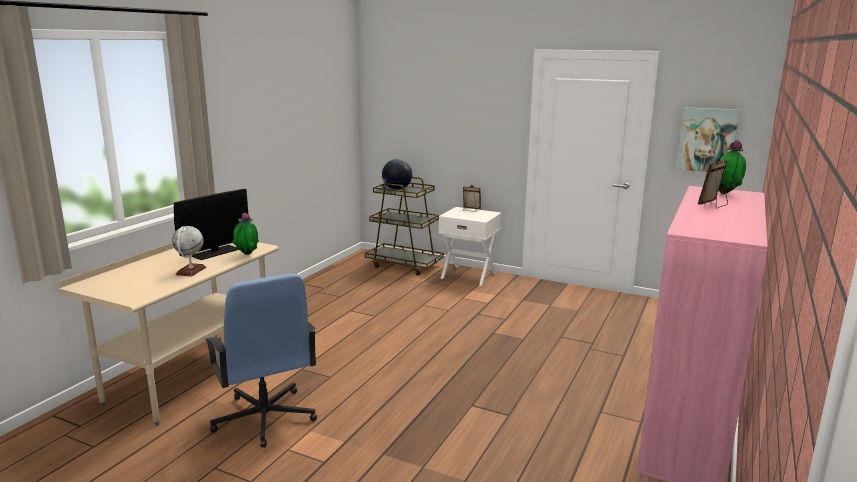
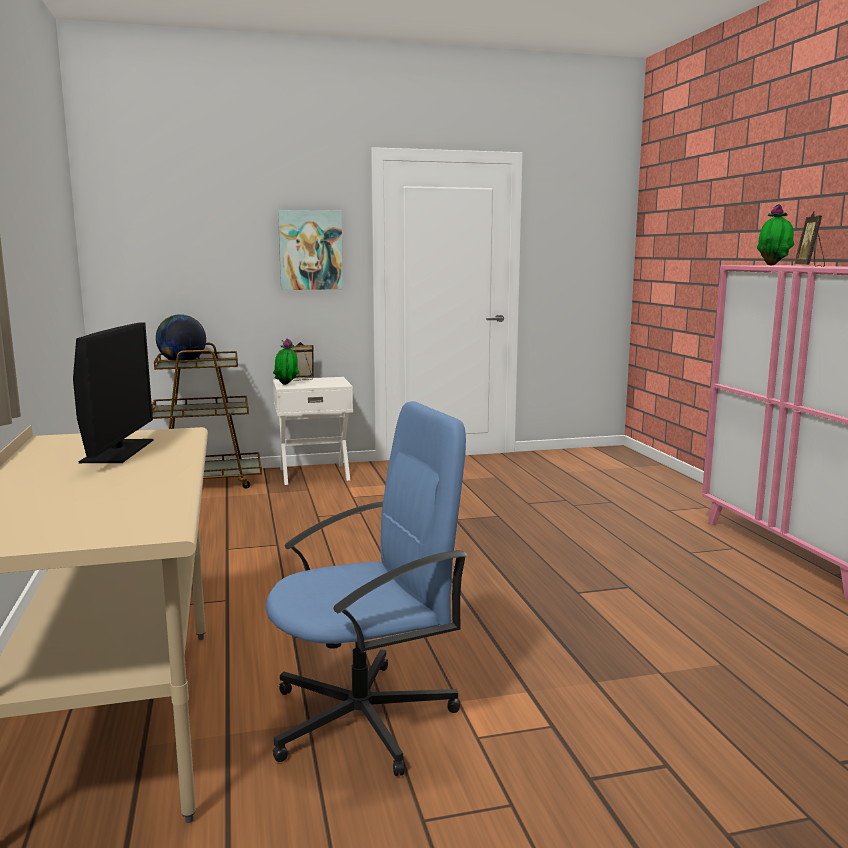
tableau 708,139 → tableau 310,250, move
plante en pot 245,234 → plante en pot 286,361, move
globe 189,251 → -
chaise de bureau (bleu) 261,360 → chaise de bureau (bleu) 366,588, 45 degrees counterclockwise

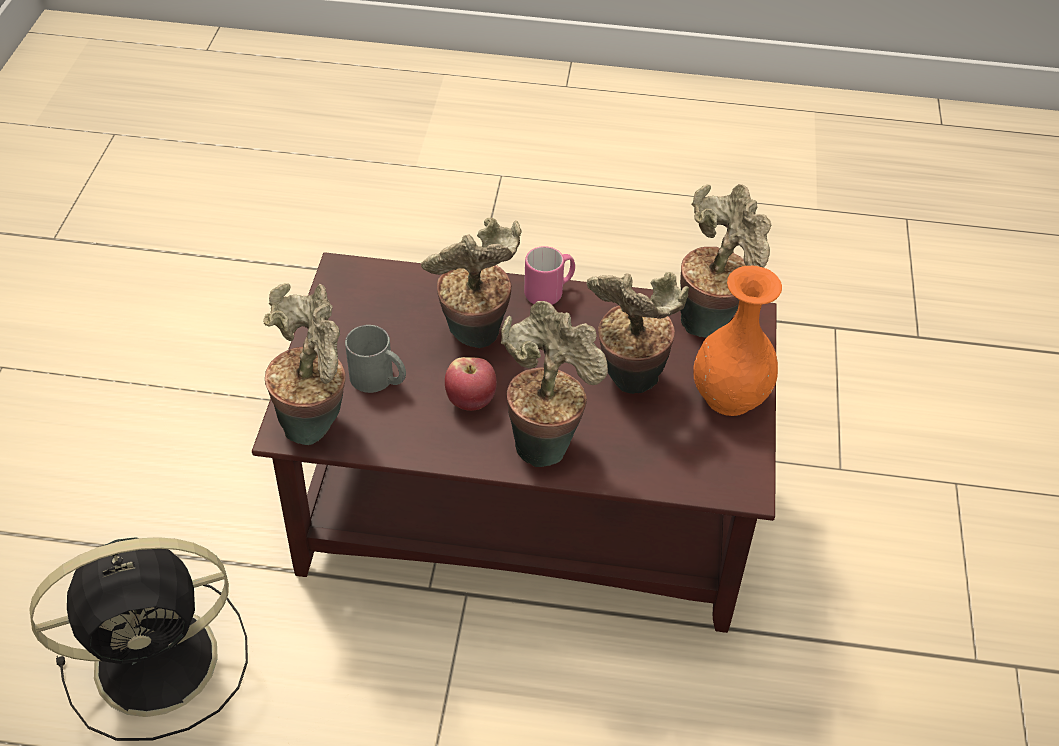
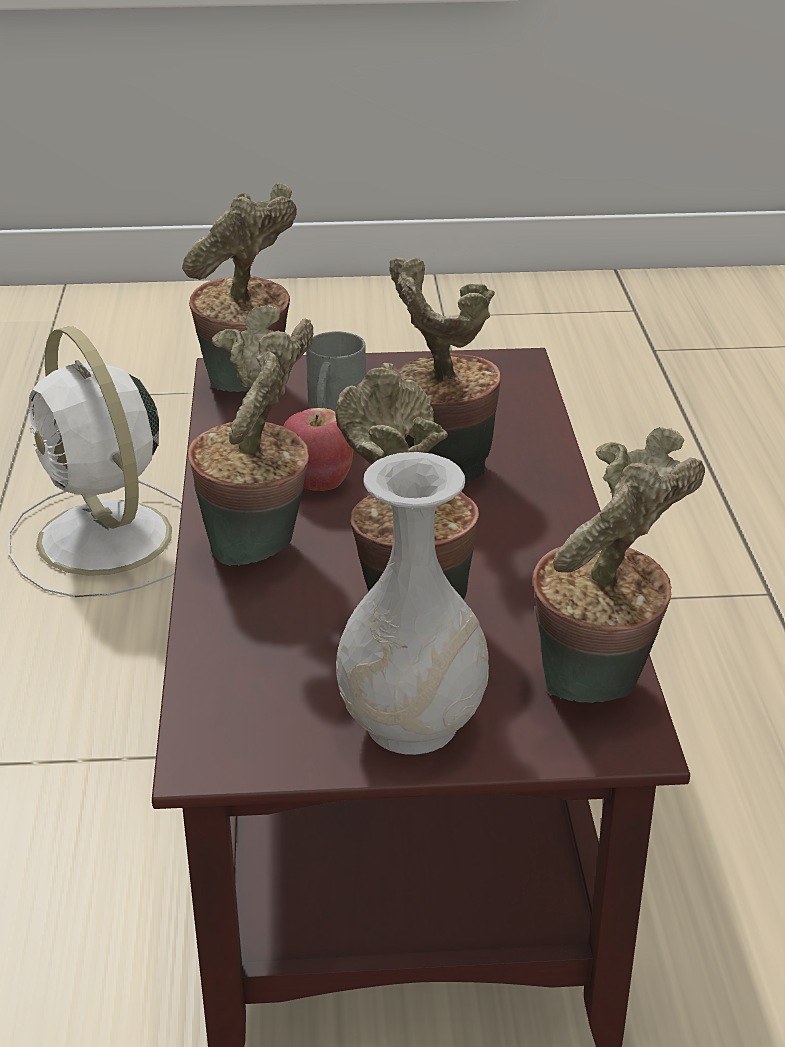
mug (rose) 549,275 → -
vase (orange) 737,341 → vase (blanc) 412,603
ventilateur (noir) 138,639 → ventilateur (blanc) 95,462

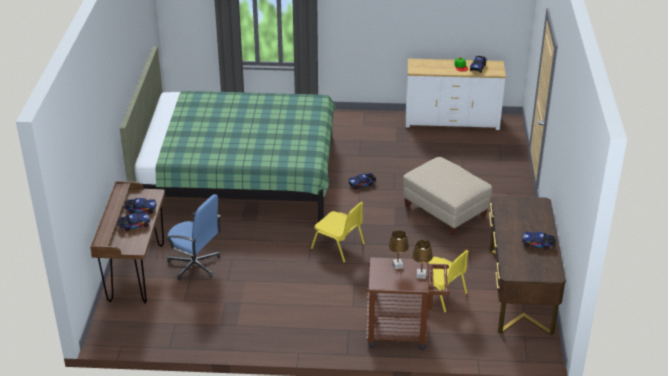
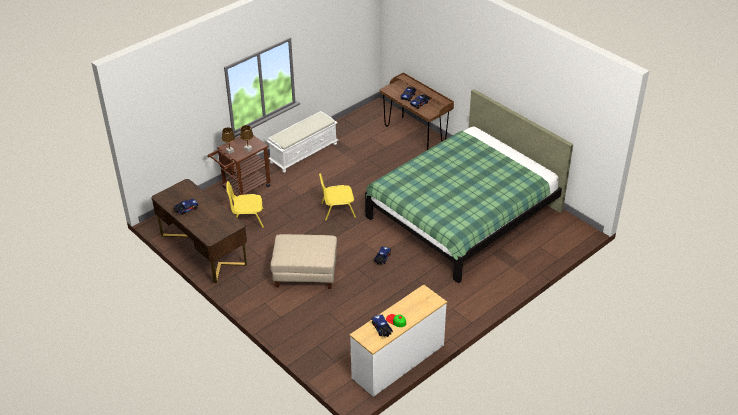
chaise de bureau (bleu) 193,237 → -
- → banc (blanc) 302,142

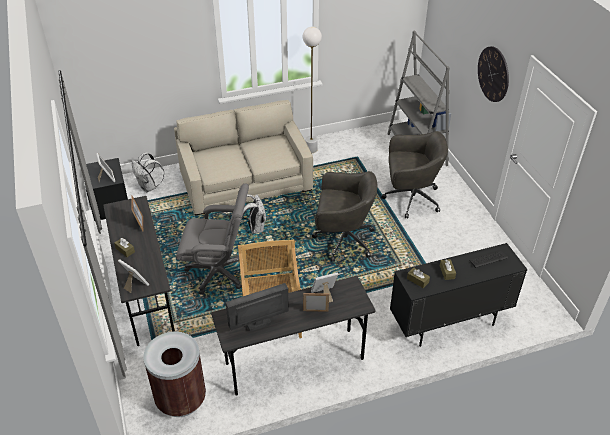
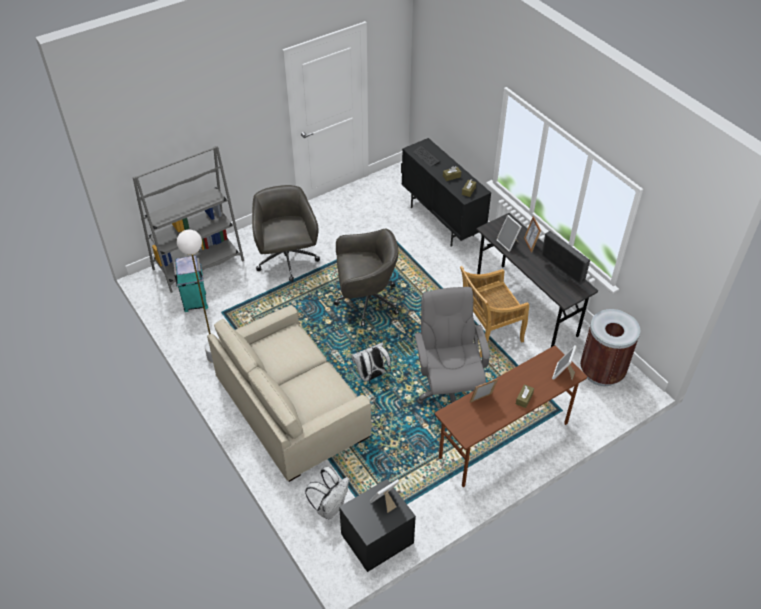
horloge murale 493,74 → -
chaise de bureau (gris) 344,216 → chaise de bureau (gris) 366,277, 90 degrees clockwise
bureau (gris) 139,271 → bureau (marron) 511,416
- → poubelle (turquoise) 190,284

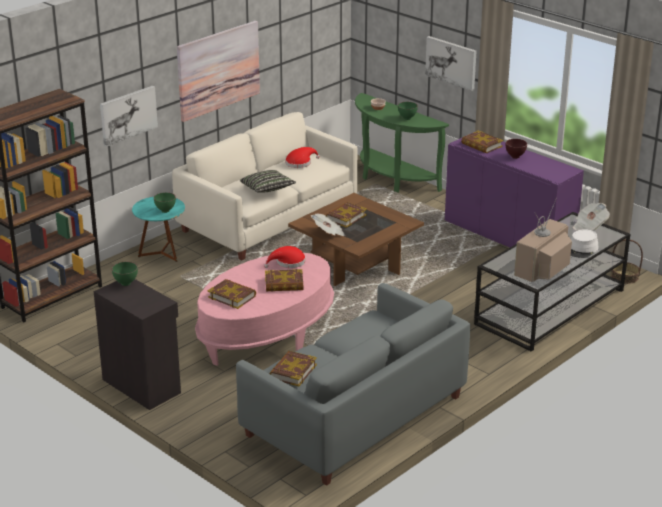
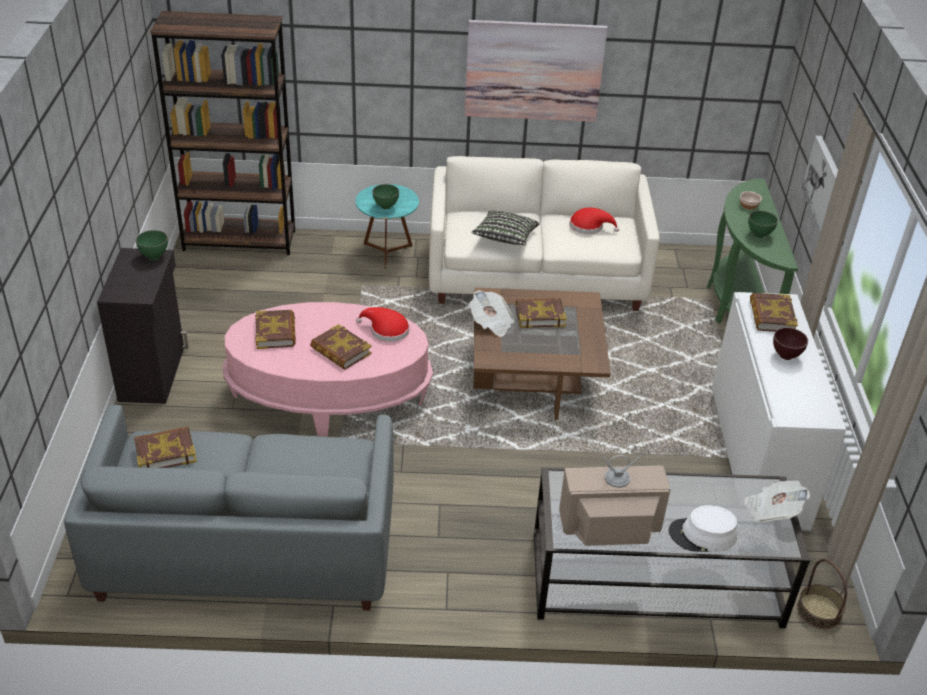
tableau 129,116 → -
meuble de rangement (violet) 514,189 → meuble de rangement (blanc) 779,411

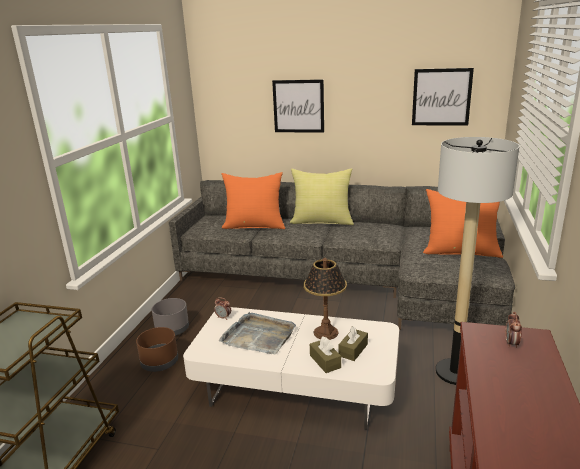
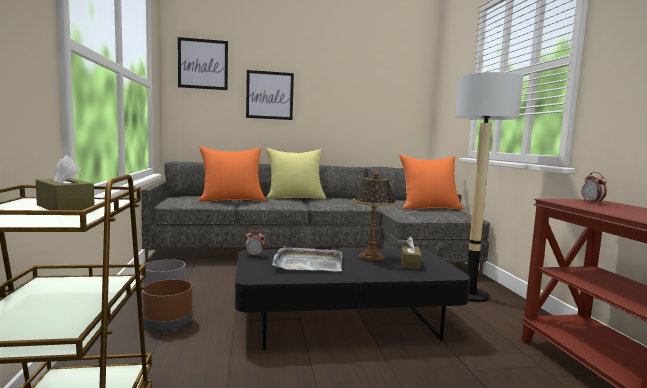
tableau 443,97 → tableau 203,63, move
table basse (blanc) 291,368 → table basse (noir) 352,299
boîte à mouchoirs (marron) 325,354 → boîte à mouchoirs (marron) 65,183, move

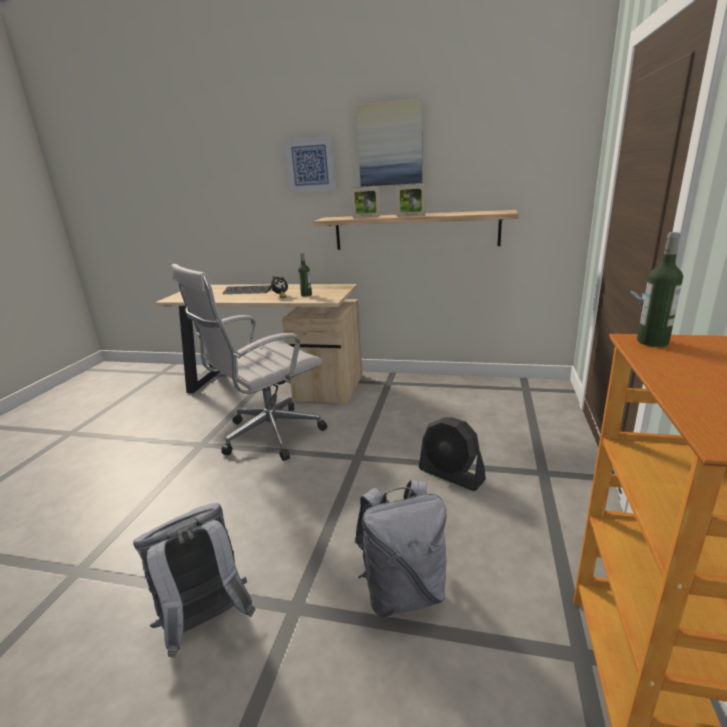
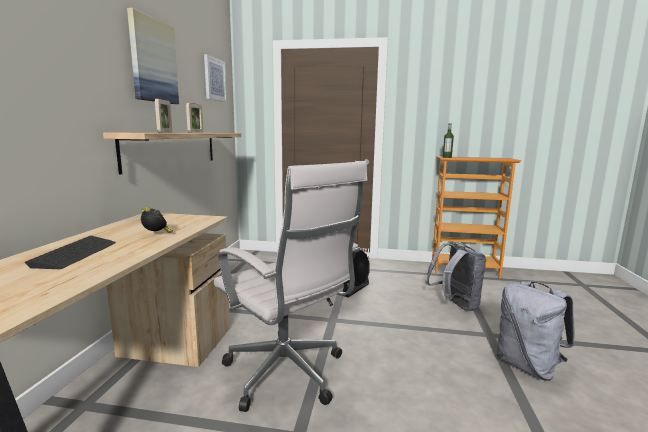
tableau 309,164 → tableau 215,78, move
bouteille 305,275 → -

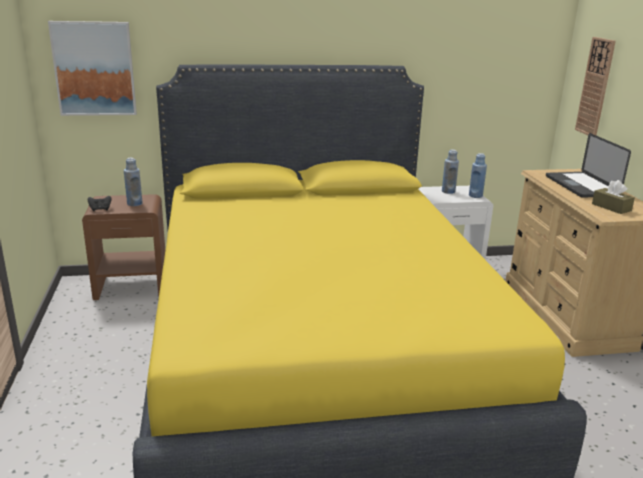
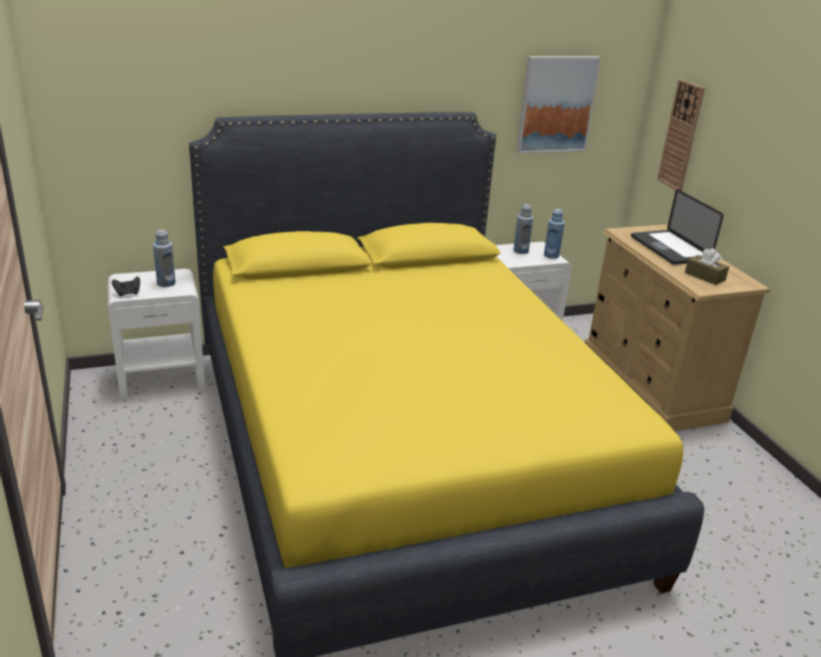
tableau 92,68 → tableau 558,105, move
table de chevet (marron) 123,247 → table de chevet (blanc) 156,334

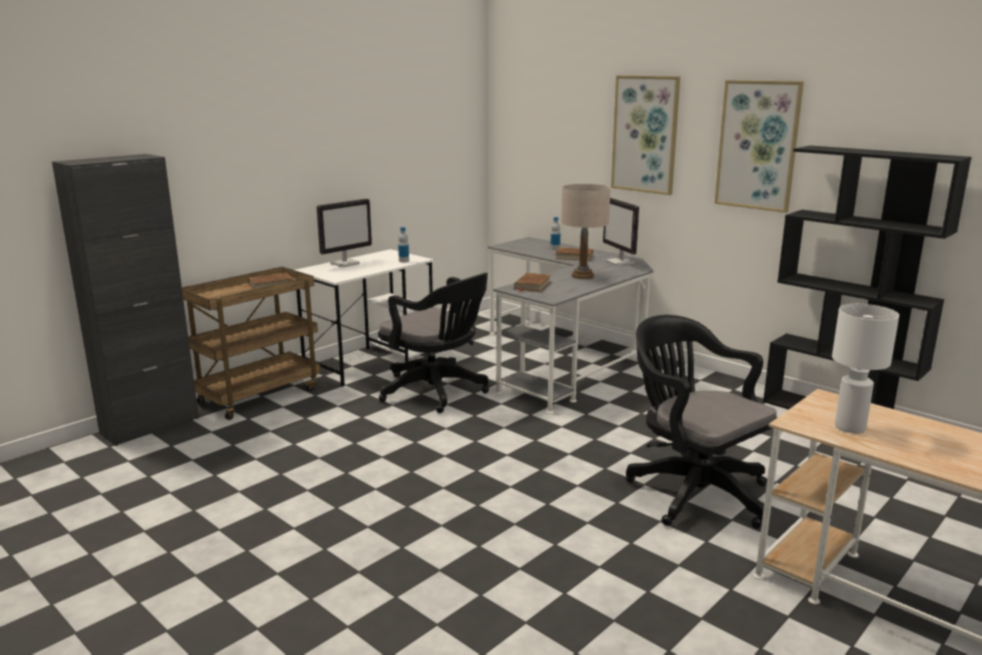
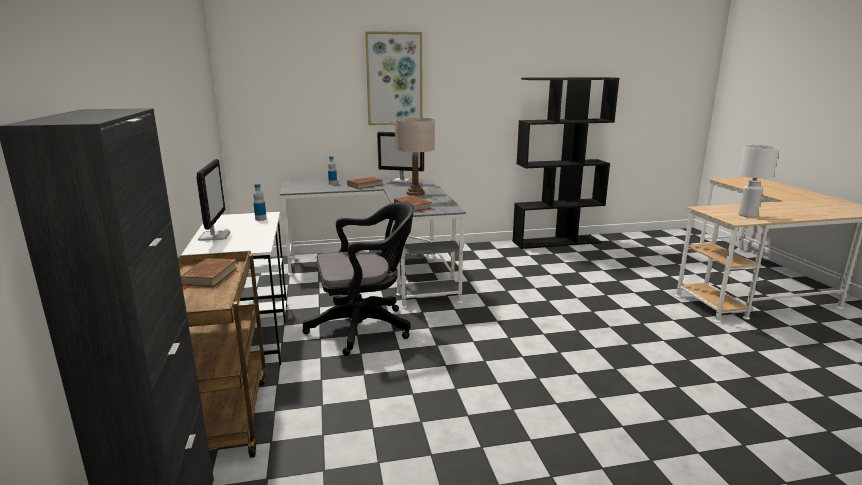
tableau 759,146 → -
chaise de bureau (noir) 702,422 → -

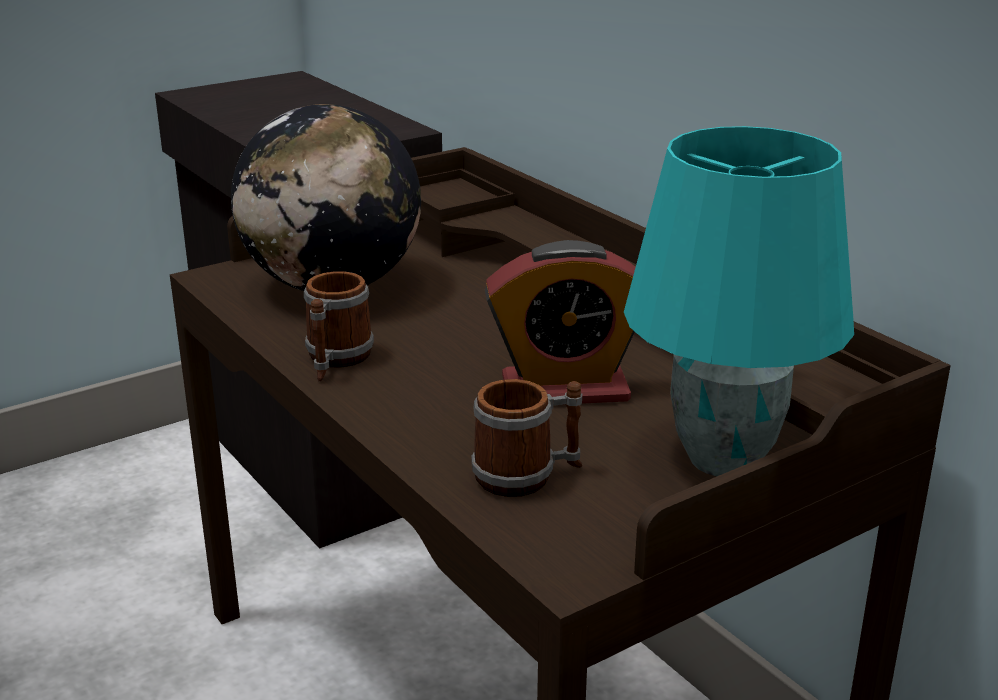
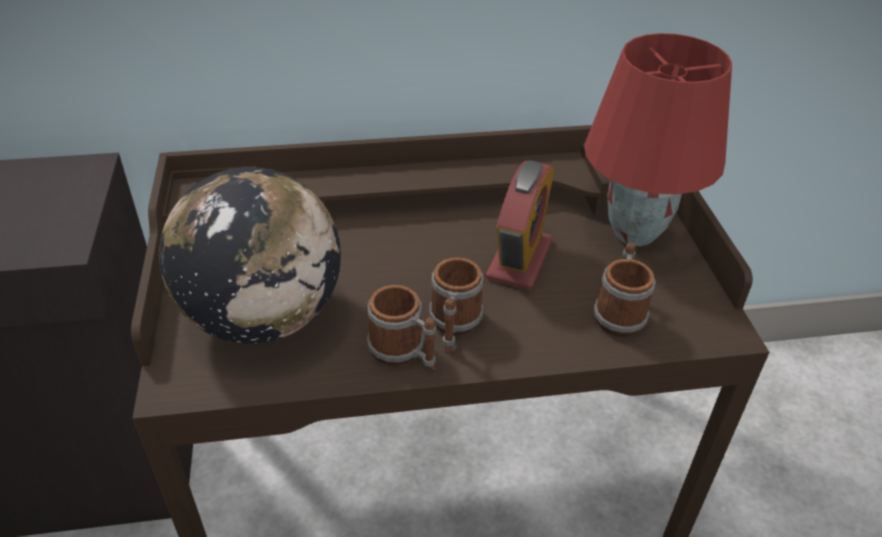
lampe de table (turquoise) 739,301 → lampe de table (rouge) 658,139
- → mug 456,306

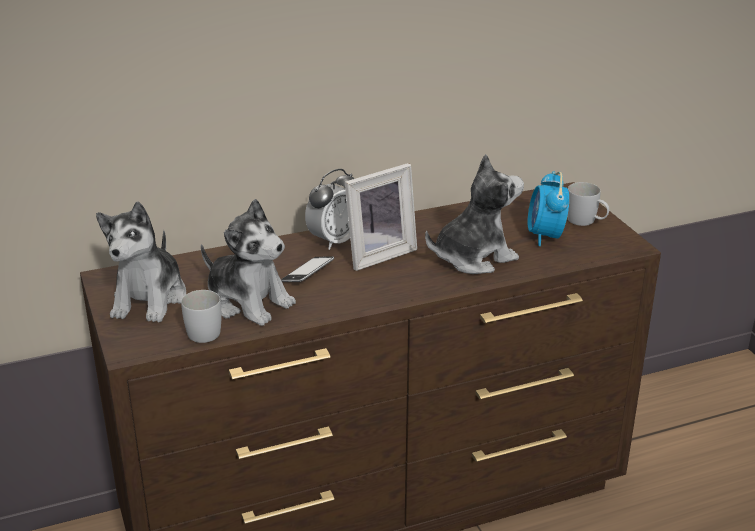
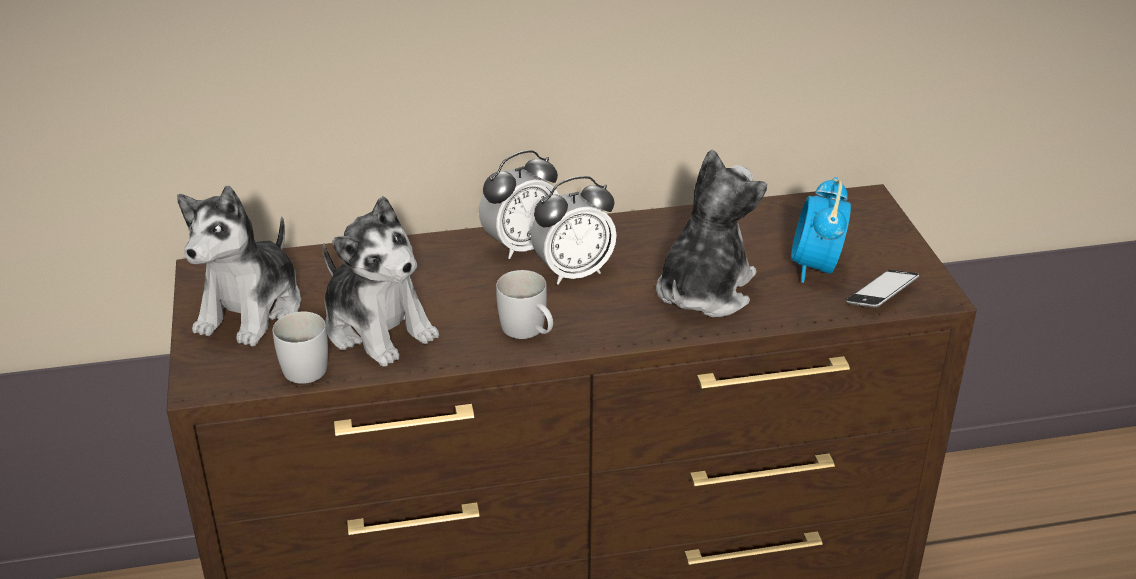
peluche 474,214 → peluche 711,233, 45 degrees counterclockwise
cadre photo 381,217 → réveil 574,230
mug (blanc) 588,204 → mug (blanc) 524,304, move
téléphone 307,269 → téléphone 882,289, move

